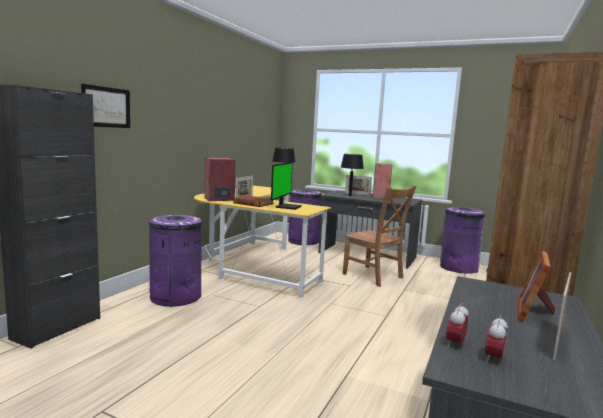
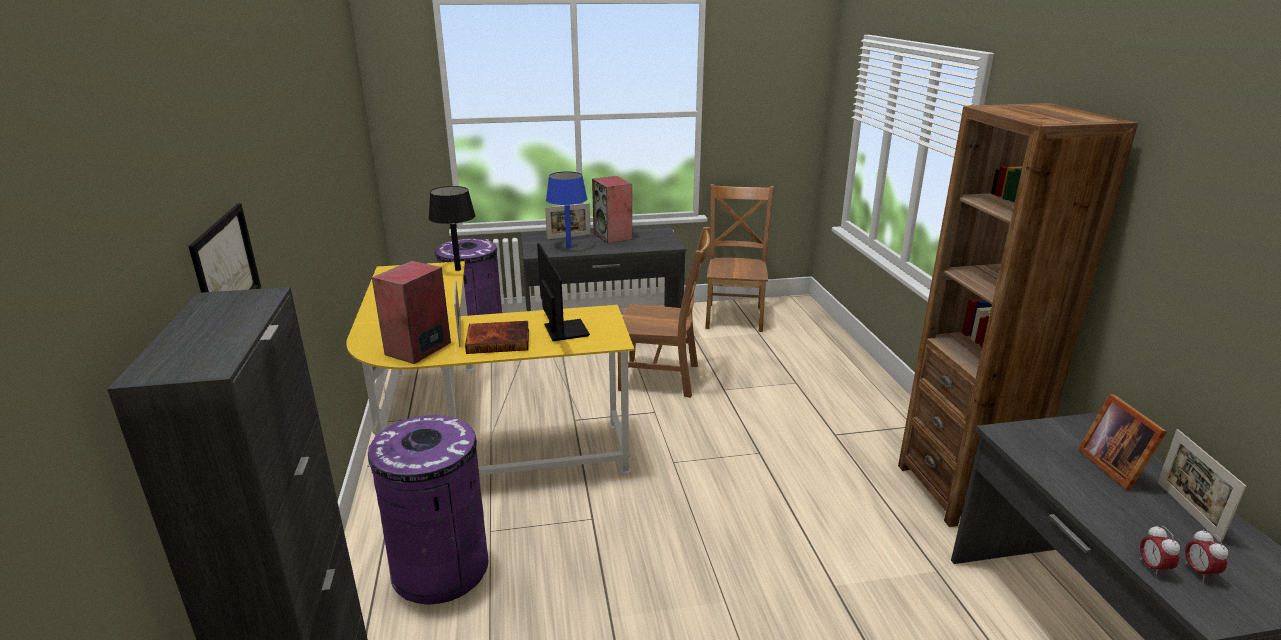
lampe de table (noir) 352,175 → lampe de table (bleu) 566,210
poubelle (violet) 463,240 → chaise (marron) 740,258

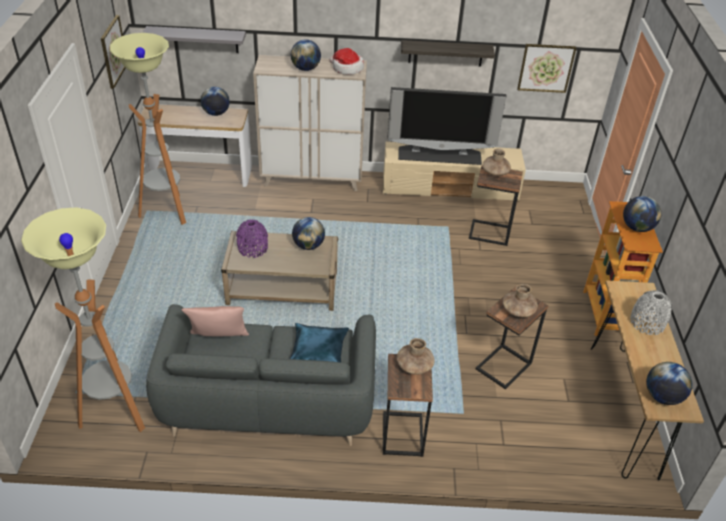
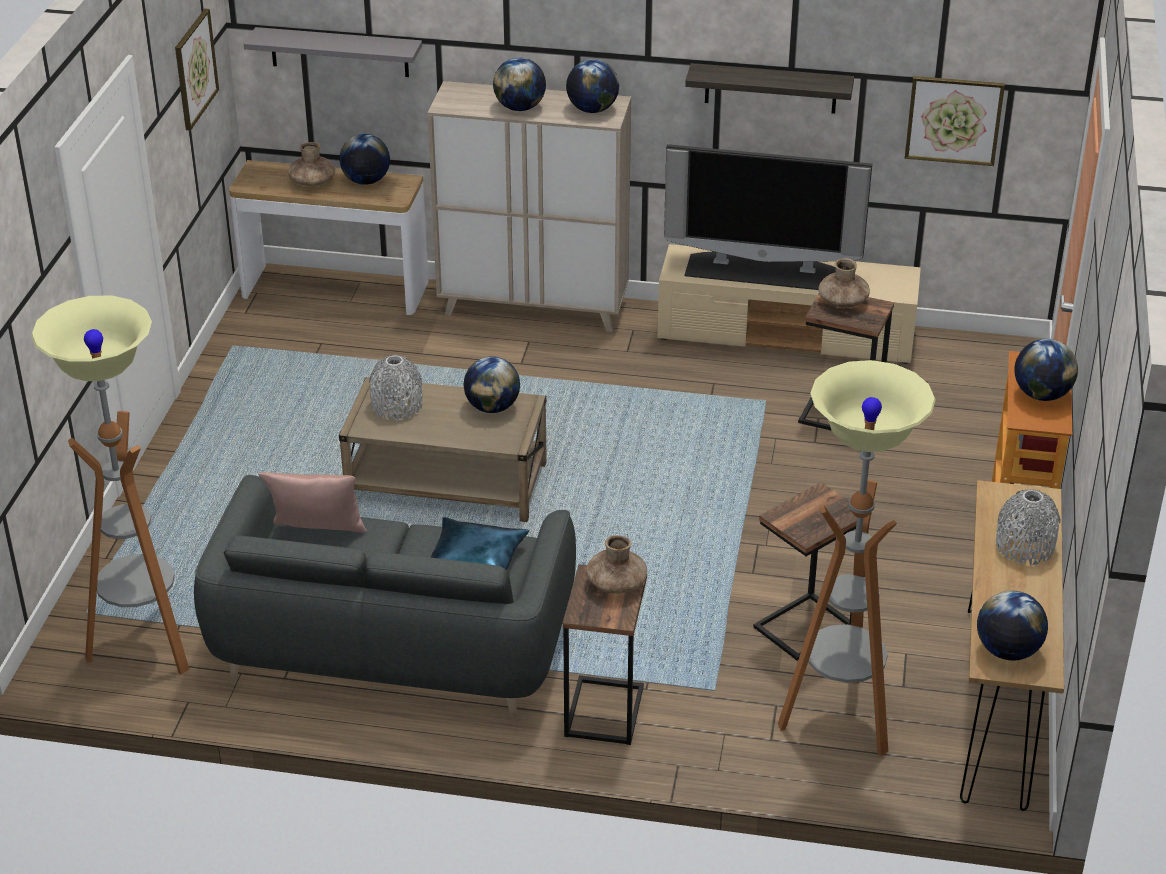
lampadaire 148,129 → lampadaire 857,558, move
chapeau 347,61 → globe 592,86
vase (violet) 252,239 → vase (gris) 396,387
vase (marron) 520,301 → vase (marron) 311,164, move

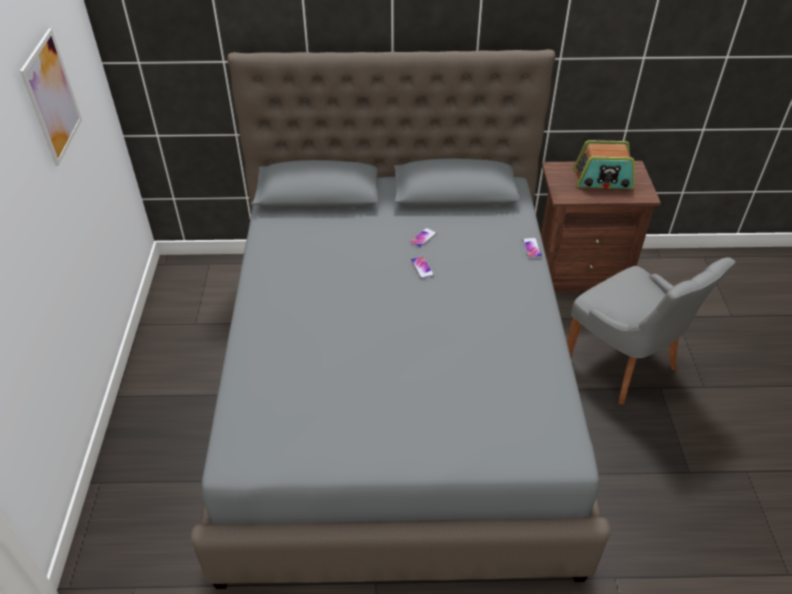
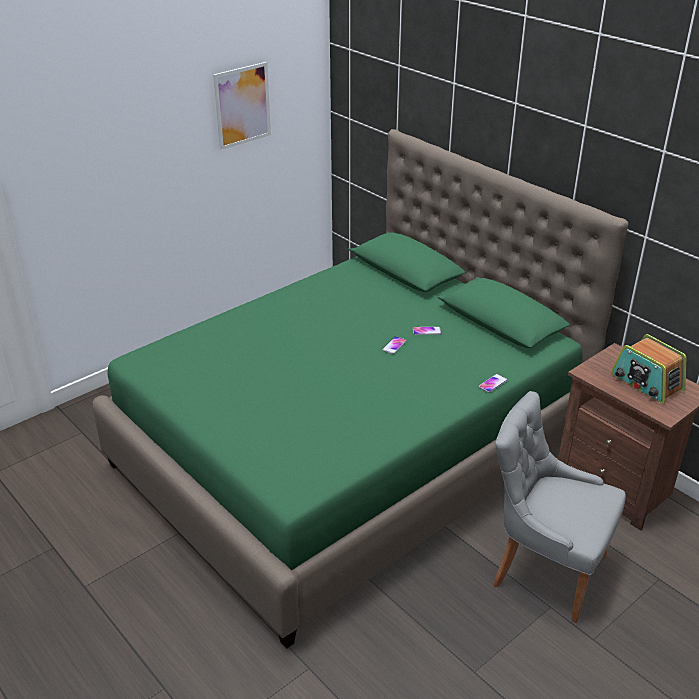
lit (gris) 401,319 → lit (vert) 360,389
chaise (gris) 651,331 → chaise (gris) 559,507, 105 degrees clockwise

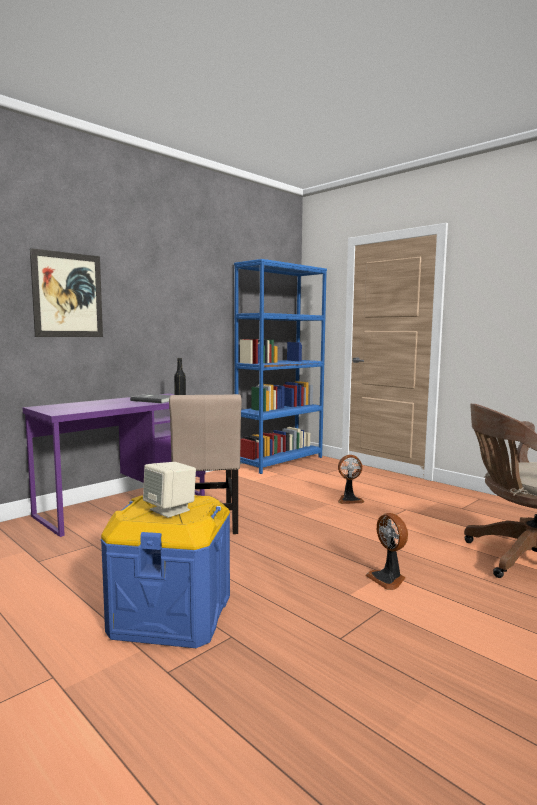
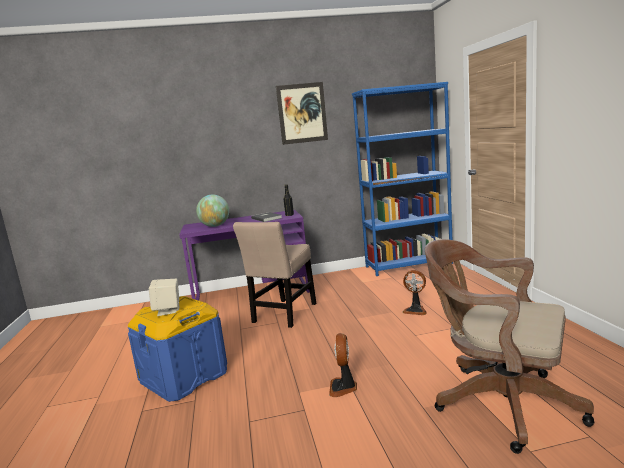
tableau 66,292 → tableau 302,113, move
- → globe 212,211

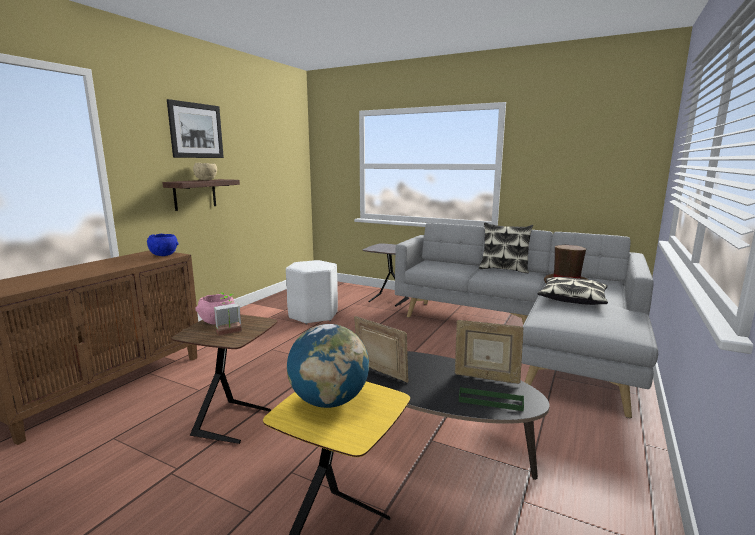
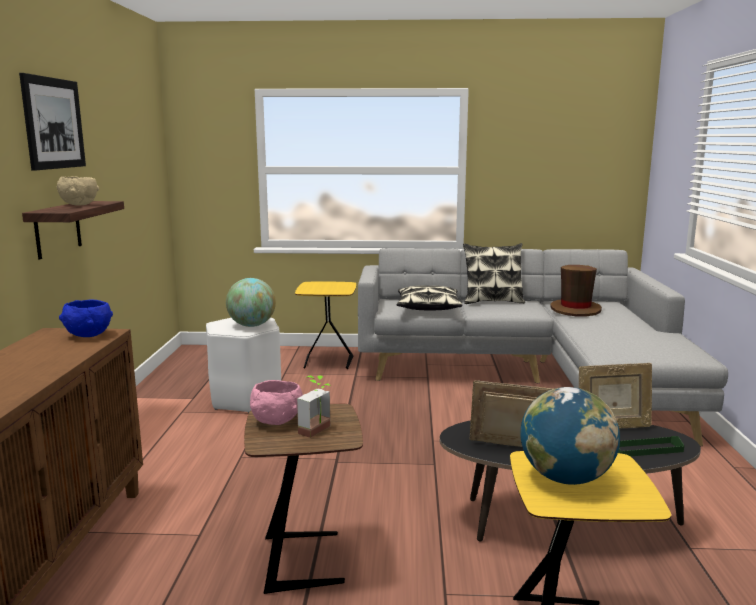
table d'appoint (gris) 386,275 → table d'appoint (jaune) 325,325
coussin 573,291 → coussin 429,298, move
- → globe 251,302

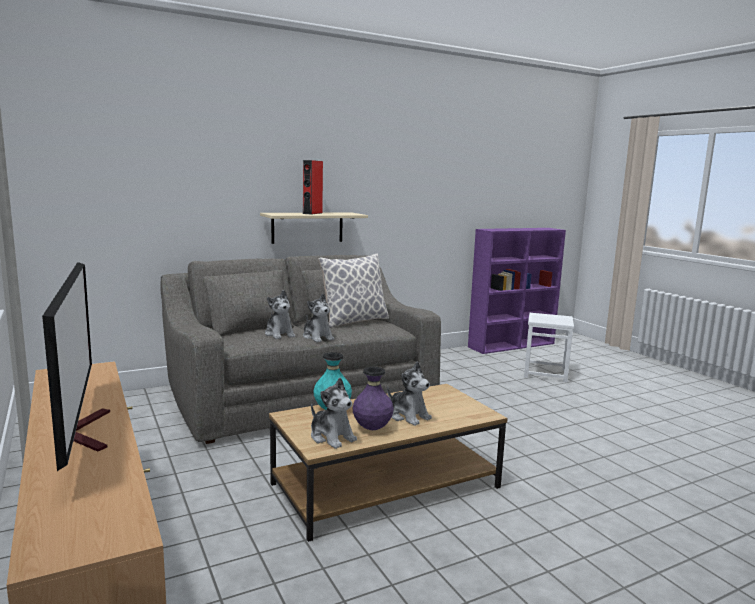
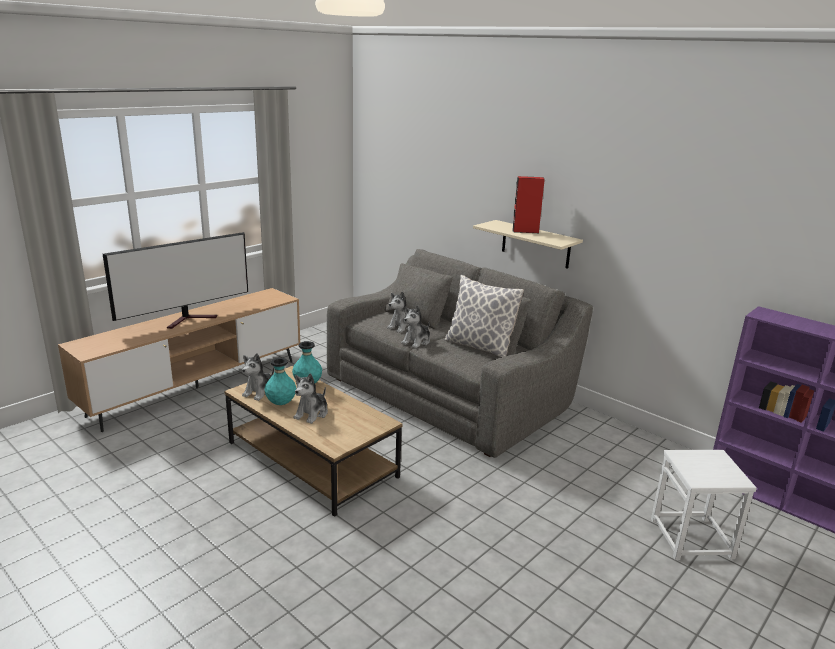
vase (violet) 373,398 → vase (turquoise) 280,381

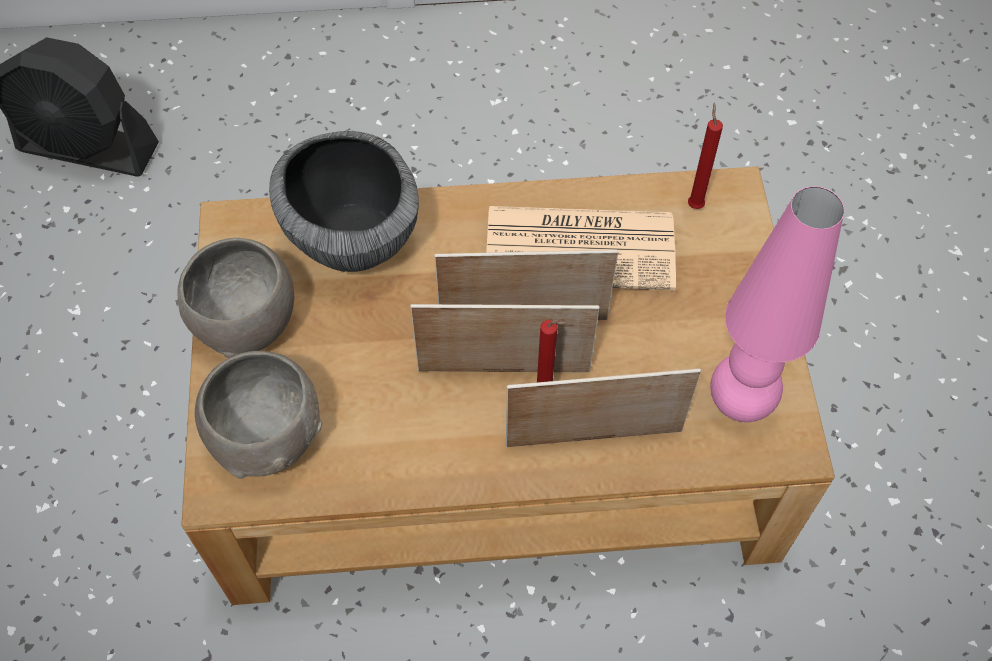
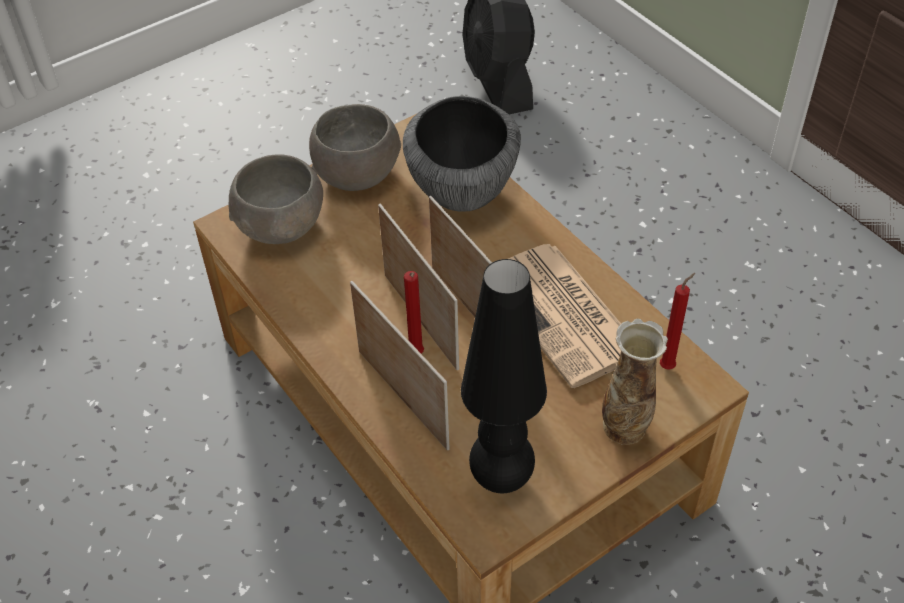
lampe de table (rose) 777,304 → lampe de table (noir) 504,376
- → vase 635,381

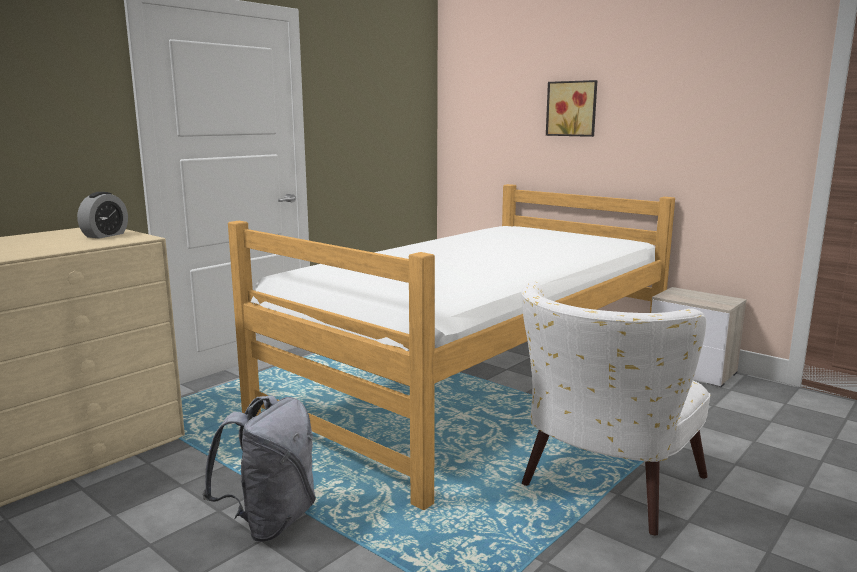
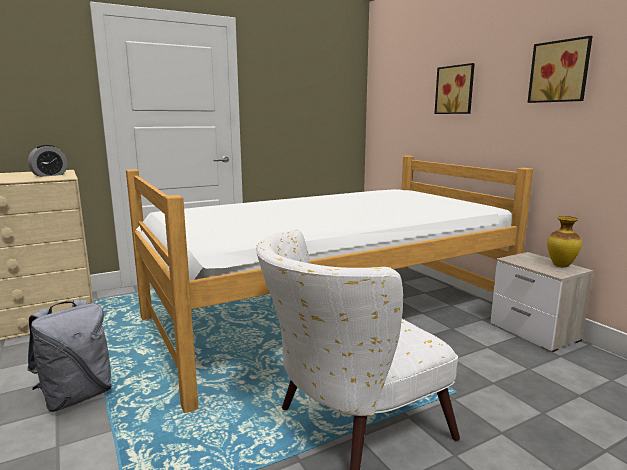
- → tableau 560,69
- → vase 564,241

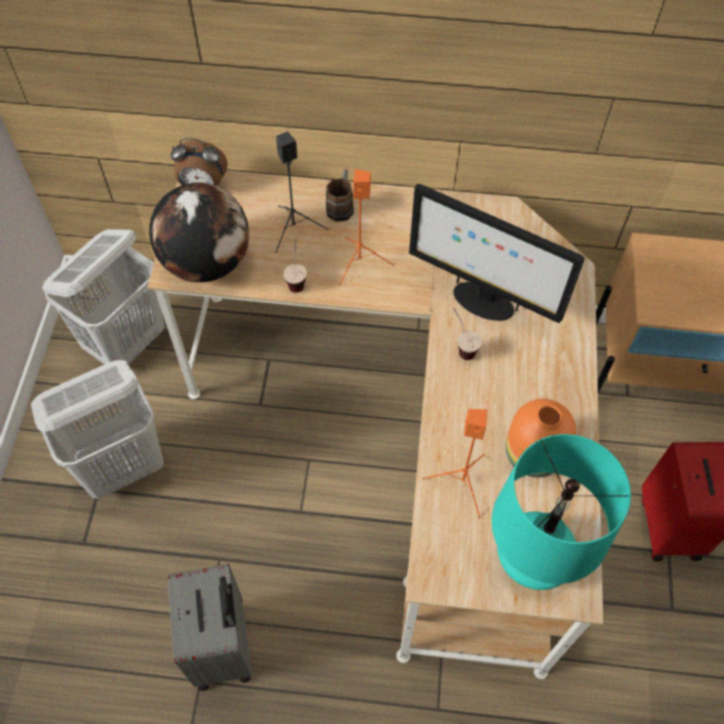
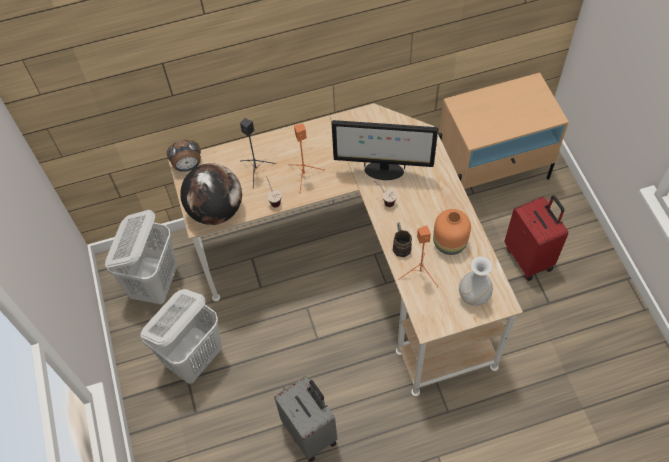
mug (marron) 340,195 → mug (marron) 402,239, move
lampe de table (turquoise) 561,512 → vase (blanc) 476,281

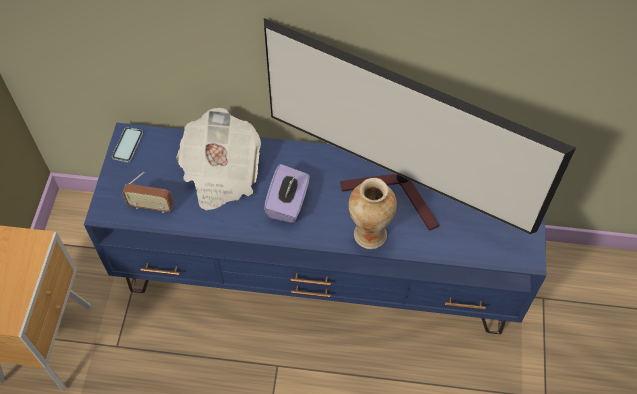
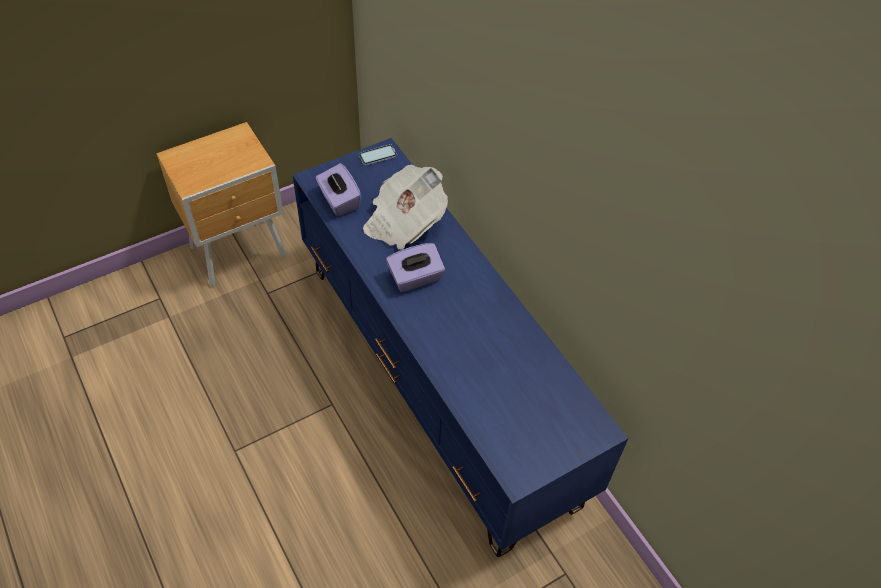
téléviseur 420,126 → -
radio 148,193 → boîte à mouchoirs (violet) 339,189
vase 373,213 → -

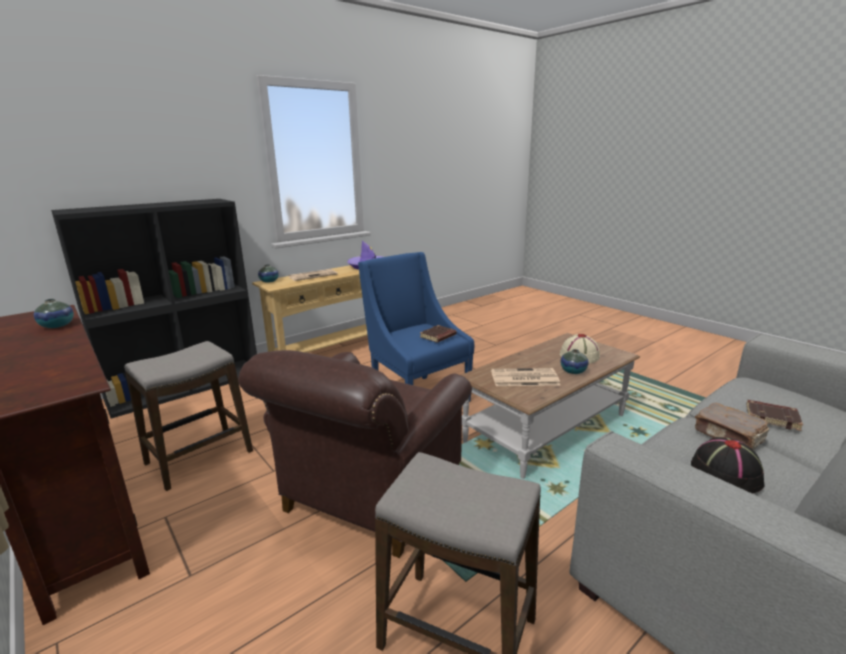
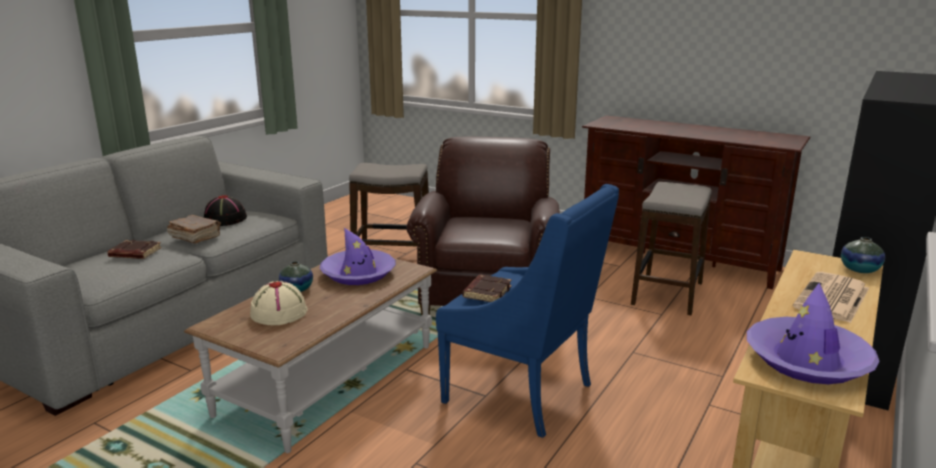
vase 54,313 → -
journal 525,377 → chapeau (violet) 358,256

